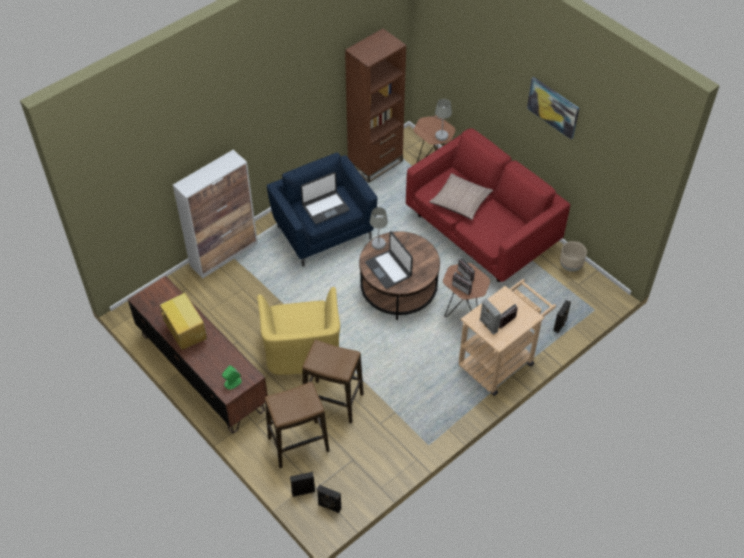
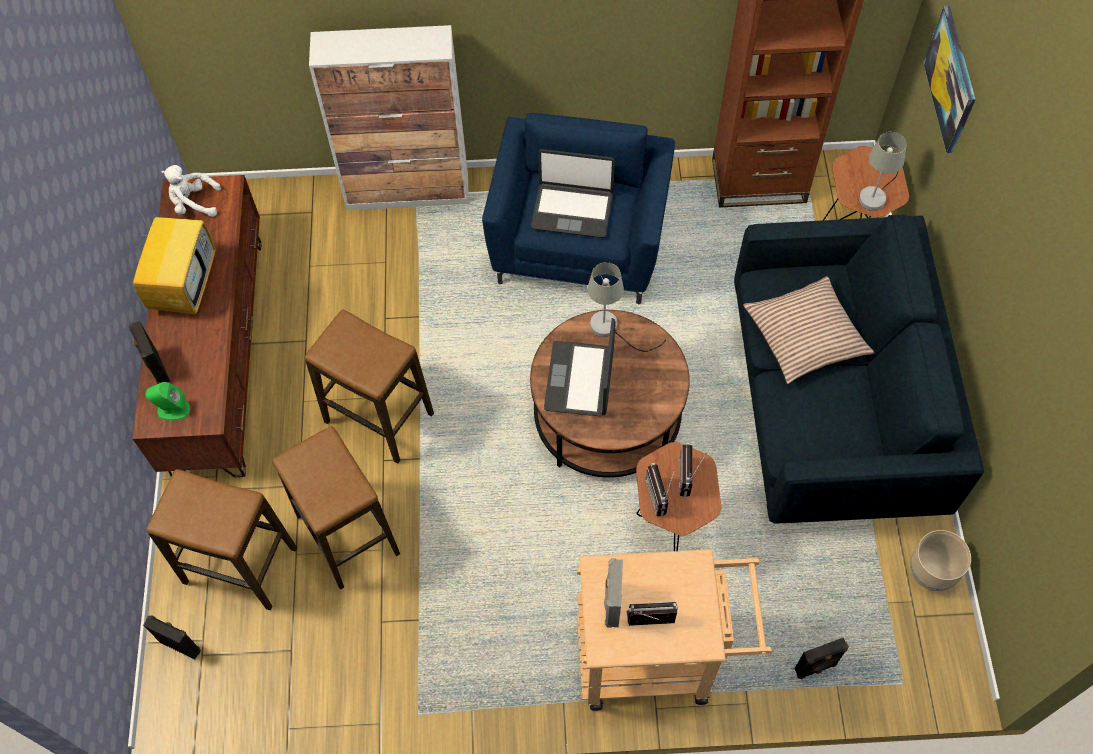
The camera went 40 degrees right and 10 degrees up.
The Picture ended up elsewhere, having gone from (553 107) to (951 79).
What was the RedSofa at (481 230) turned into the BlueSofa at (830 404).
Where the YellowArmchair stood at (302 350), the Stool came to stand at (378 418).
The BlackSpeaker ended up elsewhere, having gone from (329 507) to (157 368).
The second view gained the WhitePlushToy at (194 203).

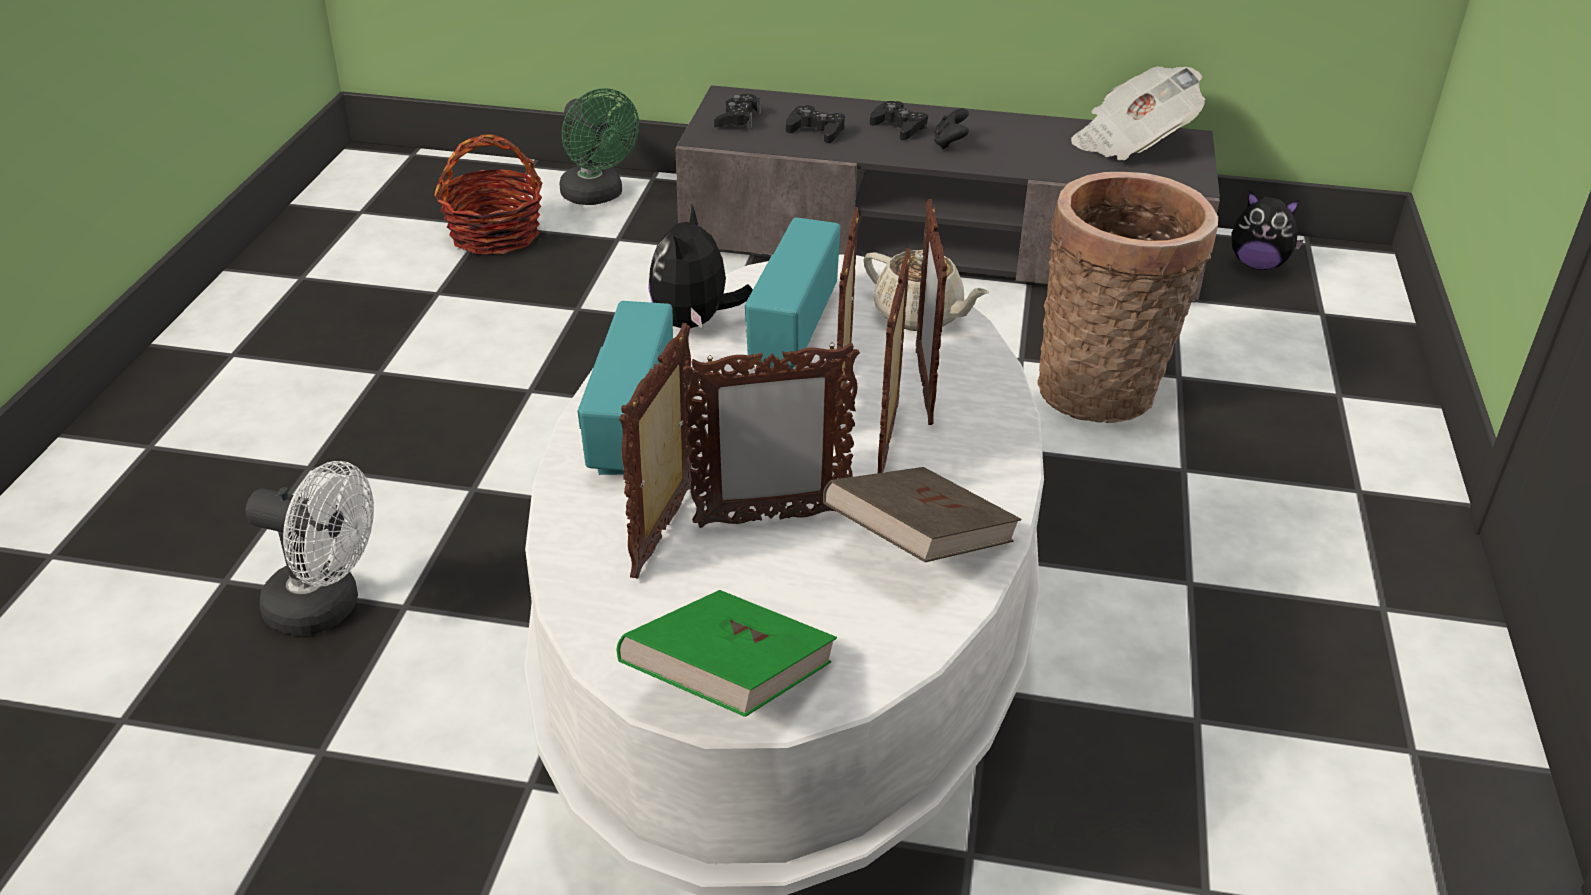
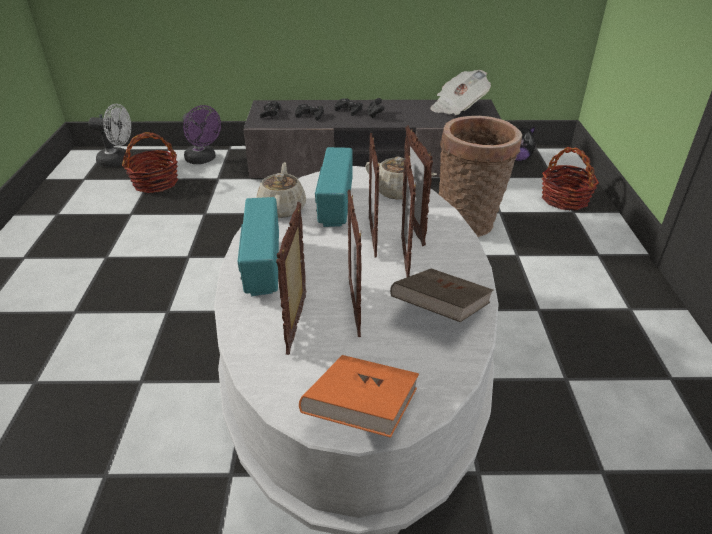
The camera went 10 degrees left and 0 degrees up.
What was the GreenFan at (597 196) turned into the PurpleFan at (203 160).
Where the PlushToy stood at (694 323), the BeigeTeapot came to stand at (282 208).
The PictureFrame at (770 519) ended up facing another way, 105 degrees clockwise from before.
The WhiteFan ended up elsewhere, having gone from (326 608) to (118 161).
What was the GreenBook at (729 684) turned into the OrangeBook at (362 411).
The second view gained the Basket at (564 199).

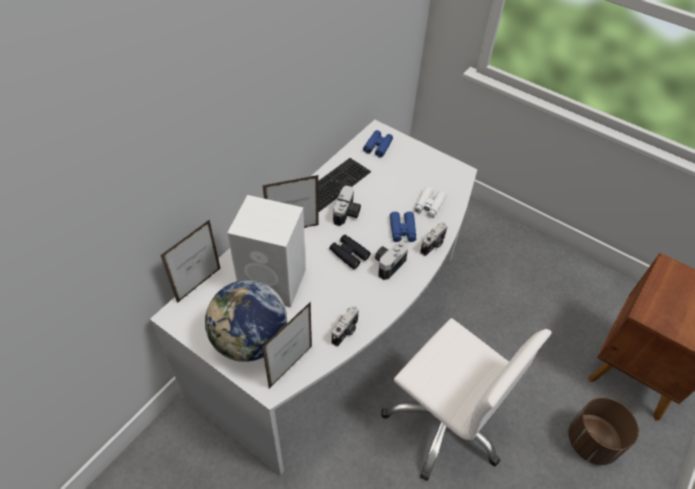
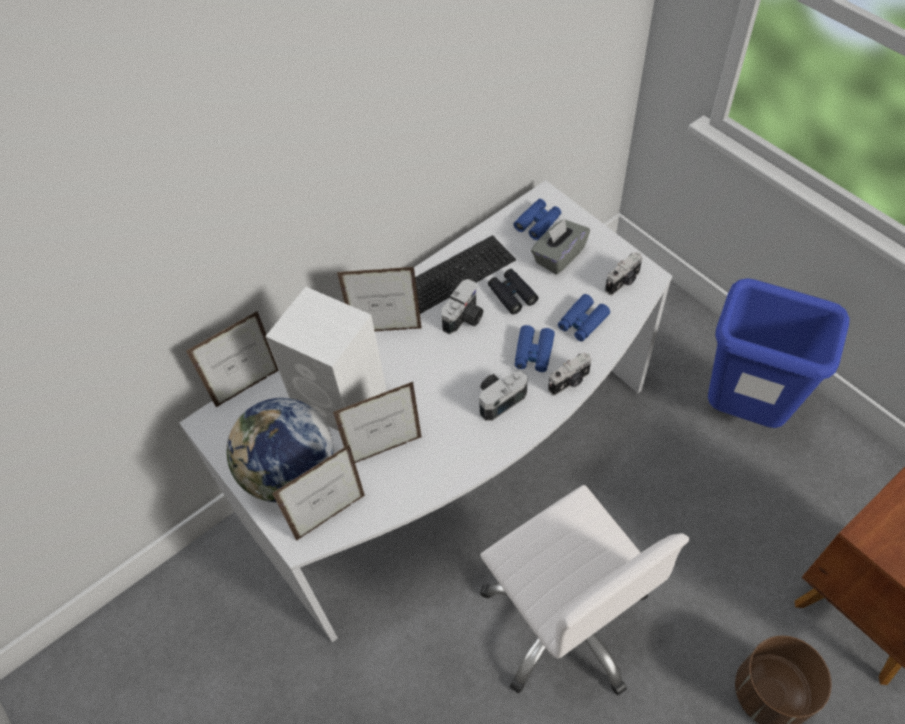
The camera went 20 degrees right and 5 degrees up.
What was the WhiteBinoculars at (429 206) turned into the BlueBinoculars at (582 322).
The BlackBinoculars ended up elsewhere, having gone from (349 254) to (512 295).
The PhotoCamera ended up elsewhere, having gone from (346 332) to (623 282).
The second view gained the GreyTissueBox at (558 256).
The second view gained the BlueTrashCan at (743 412).
The second view gained the PictureFrame at (386 451).

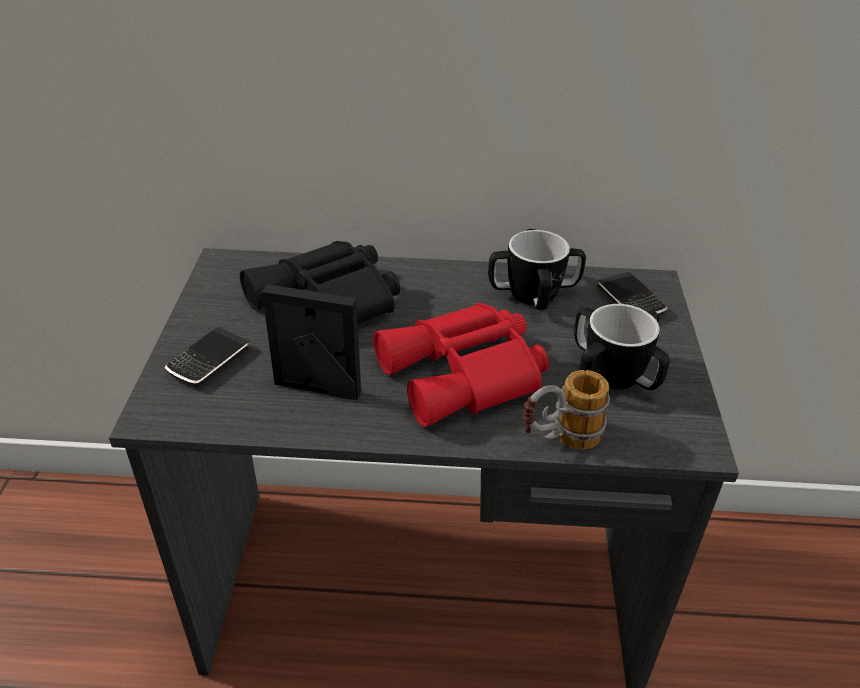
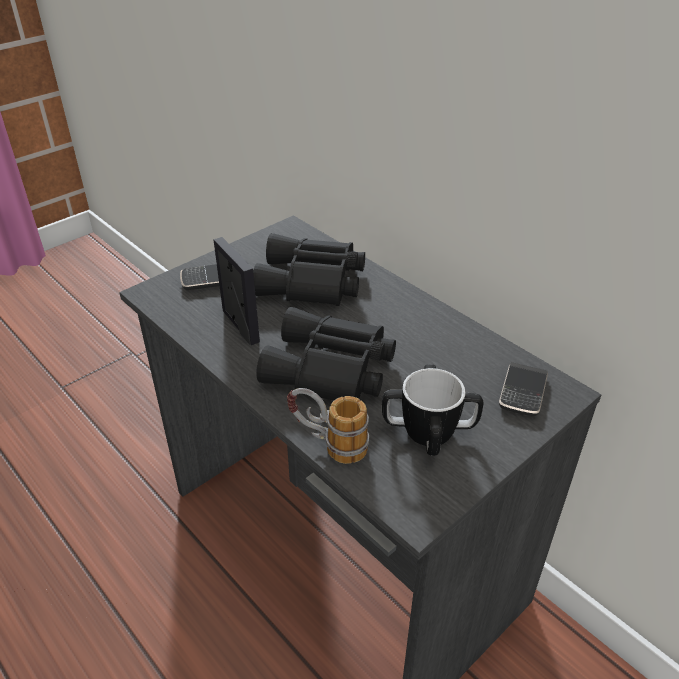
The camera went 45 degrees right and 0 degrees up.
The second view lost the Mug at (533 294).
What was the RedBinoculars at (466 375) turned into the BlackBinoculars at (331 370).

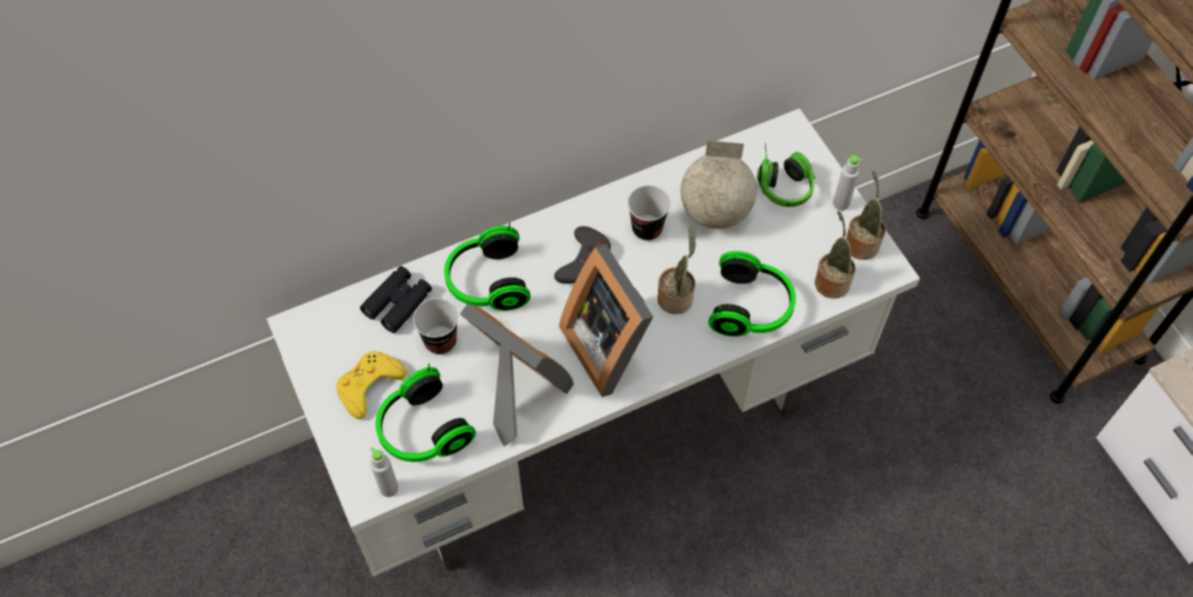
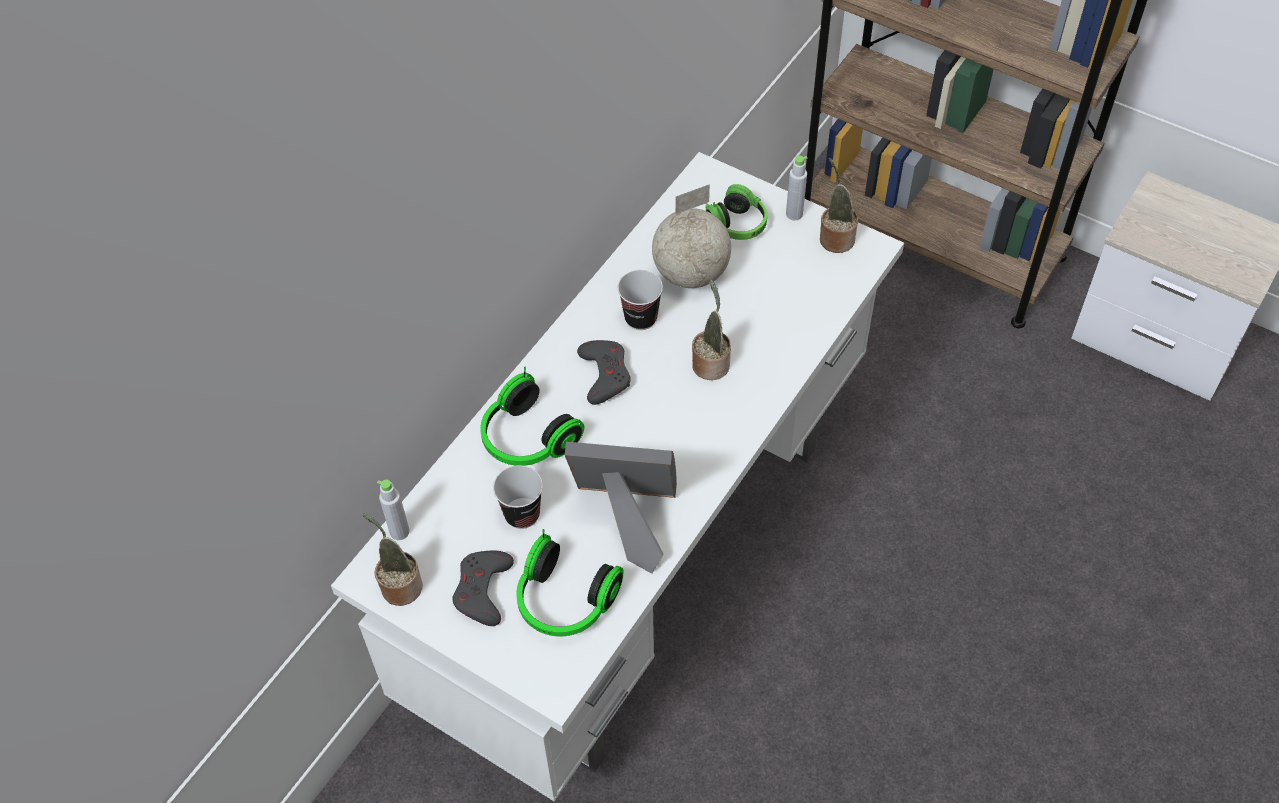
The camera went 30 degrees left and 5 degrees down.
The PottedPlant ended up elsewhere, having gone from (831 281) to (399 585).
The second view lost the PictureFrame at (611 344).
The second view lost the Headphones at (752 307).
The second view lost the BlackBinoculars at (398 303).
What was the YellowGameController at (369 385) turned into the GreyGameController at (483 590).
The GreyBottle ended up elsewhere, having gone from (389 488) to (399 531).

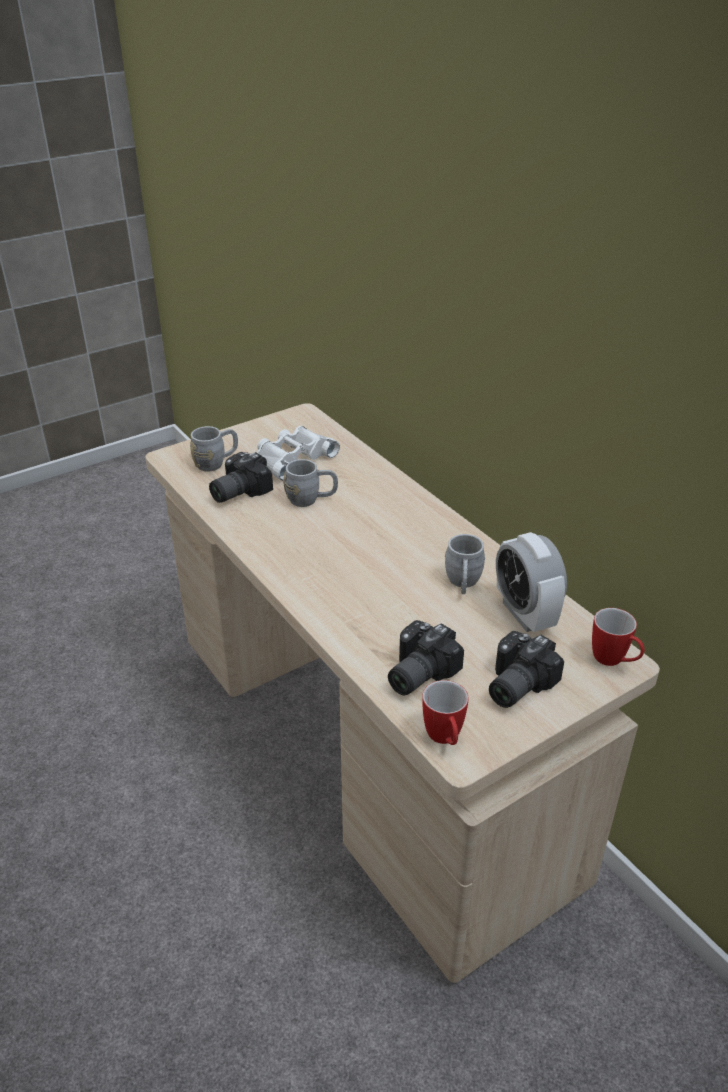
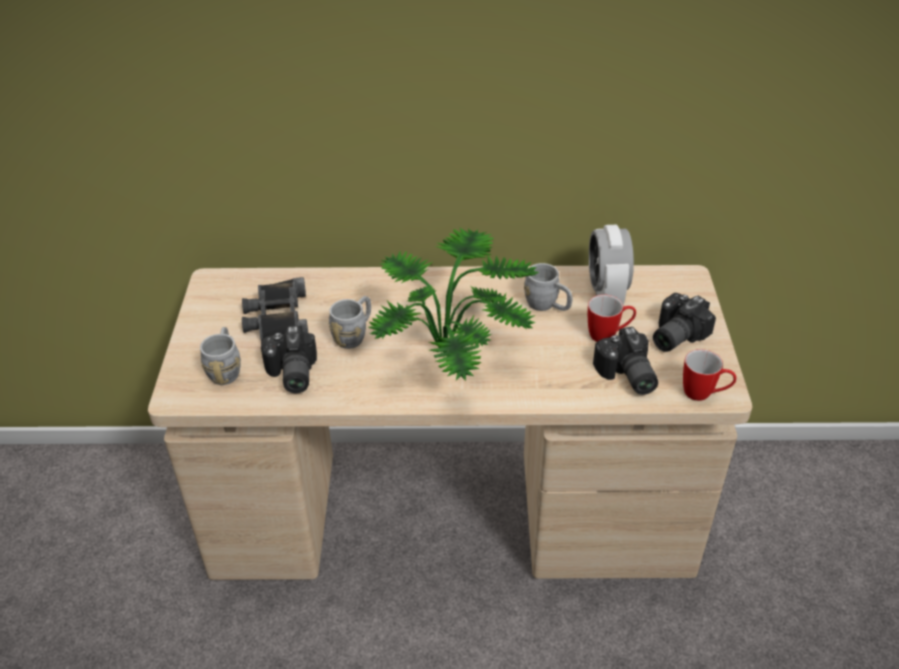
The camera went 55 degrees left and 5 degrees up.
What was the WhiteBinoculars at (292 458) turned into the BlackBinoculars at (277 318).
The AlarmClock at (525 614) ended up facing another way, 75 degrees clockwise from before.
The Mug ended up elsewhere, having gone from (614 661) to (608 335).
The PhotoCamera at (514 684) ended up facing another way, 60 degrees clockwise from before.
The second view gained the PottedPlant at (454 352).

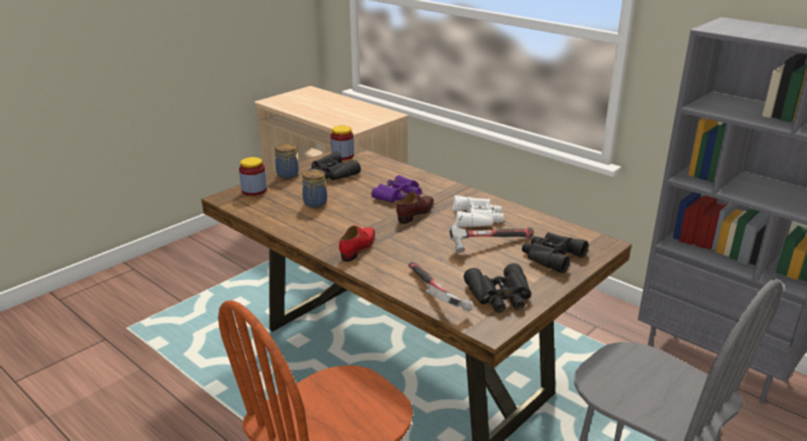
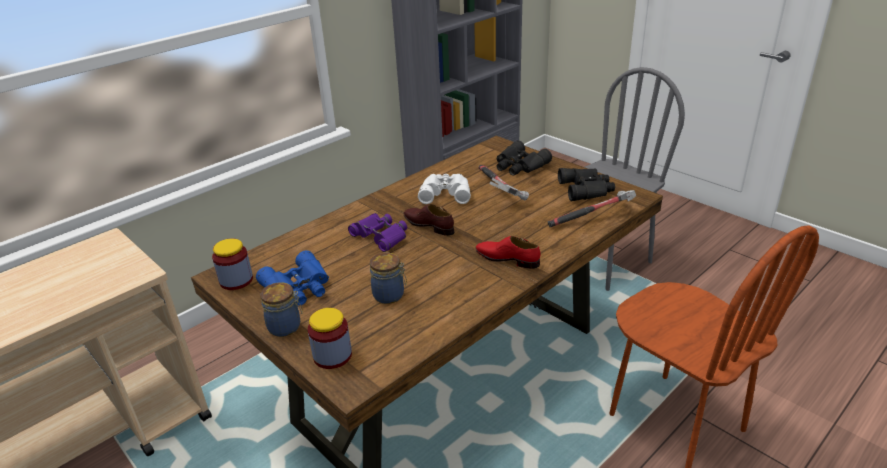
The camera went 85 degrees left and 5 degrees up.
What was the BlackBinoculars at (331 174) turned into the BlueBinoculars at (299 287).

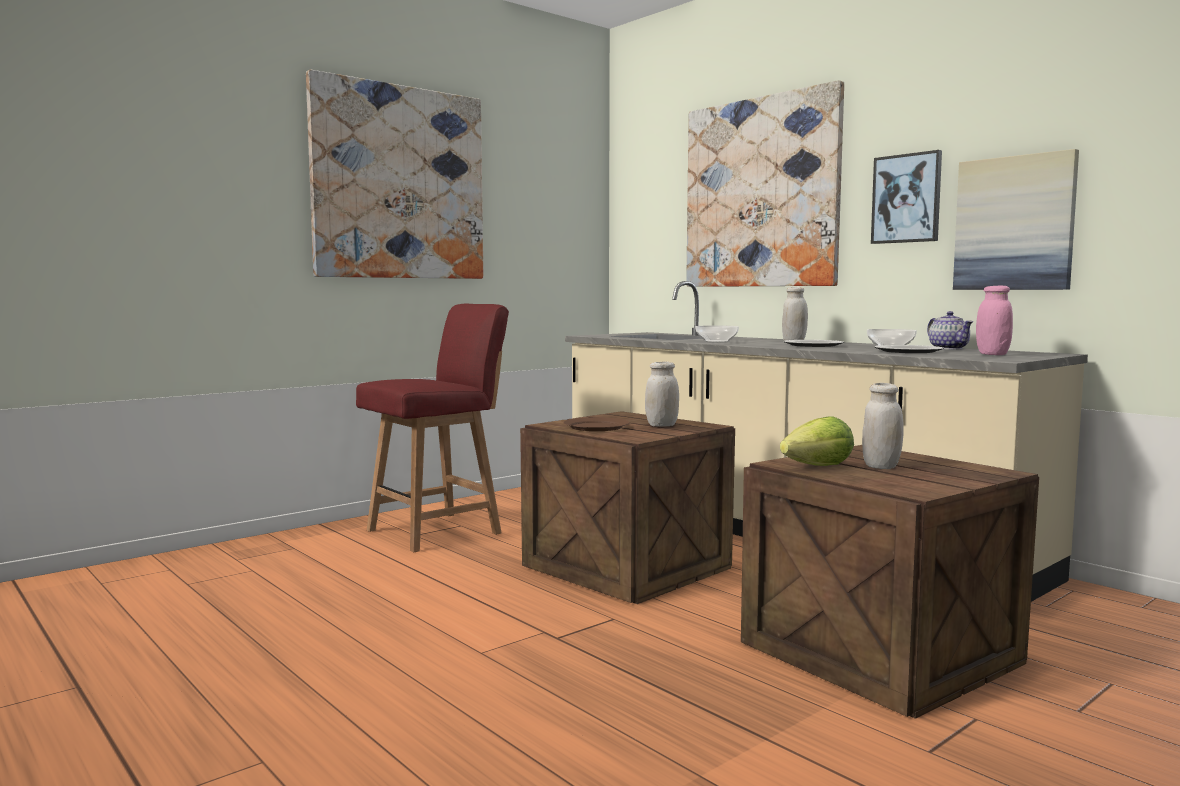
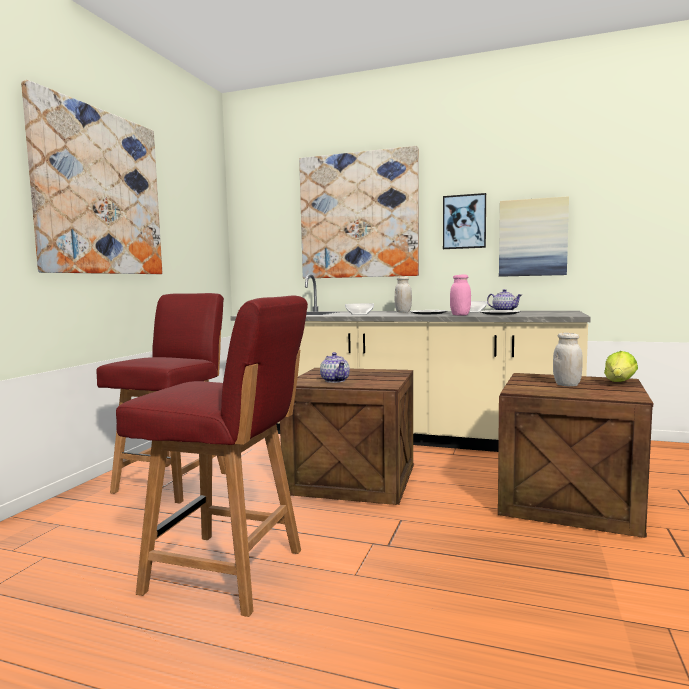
The camera went 30 degrees left and 0 degrees up.
The PinkJar ended up elsewhere, having gone from (992 354) to (460 315).
The second view lost the WhiteJar at (662 425).
Where the BrownPlate stood at (597 427), the Teapot came to stand at (335 380).
The Lettuce ended up elsewhere, having gone from (818 467) to (619 382).
The second view gained the RedChair at (228 572).

